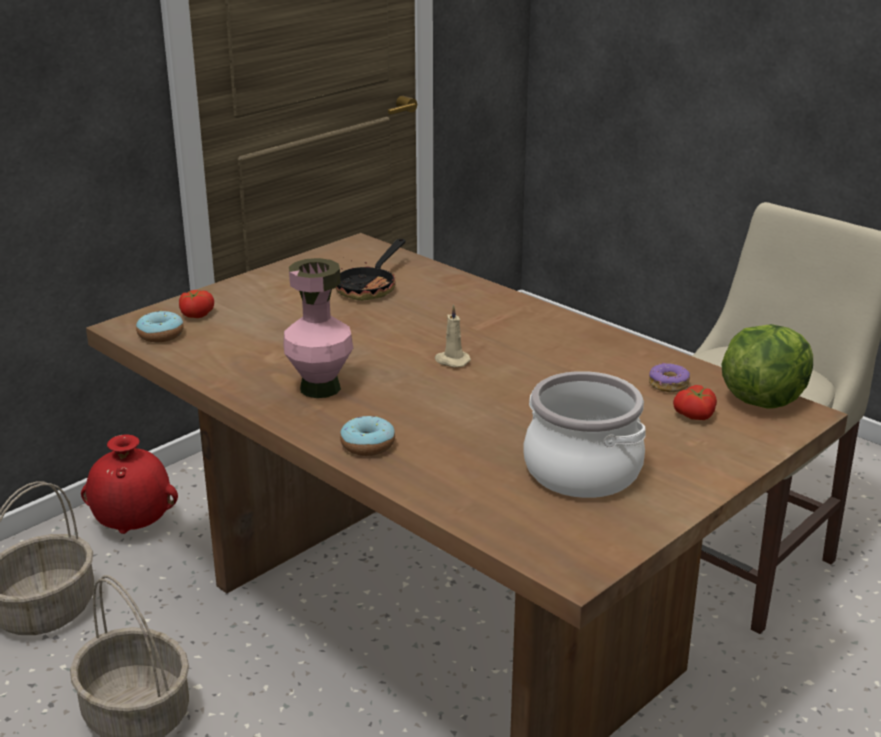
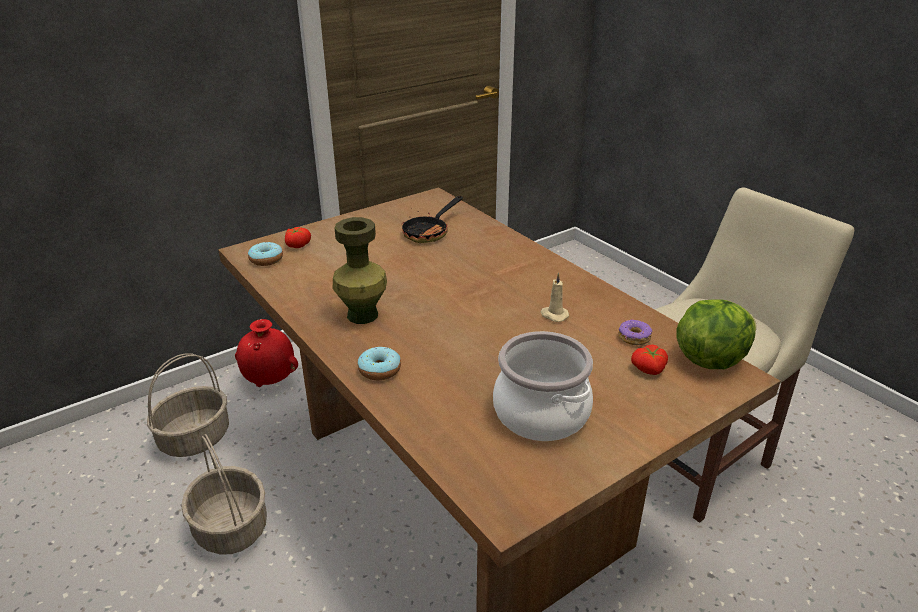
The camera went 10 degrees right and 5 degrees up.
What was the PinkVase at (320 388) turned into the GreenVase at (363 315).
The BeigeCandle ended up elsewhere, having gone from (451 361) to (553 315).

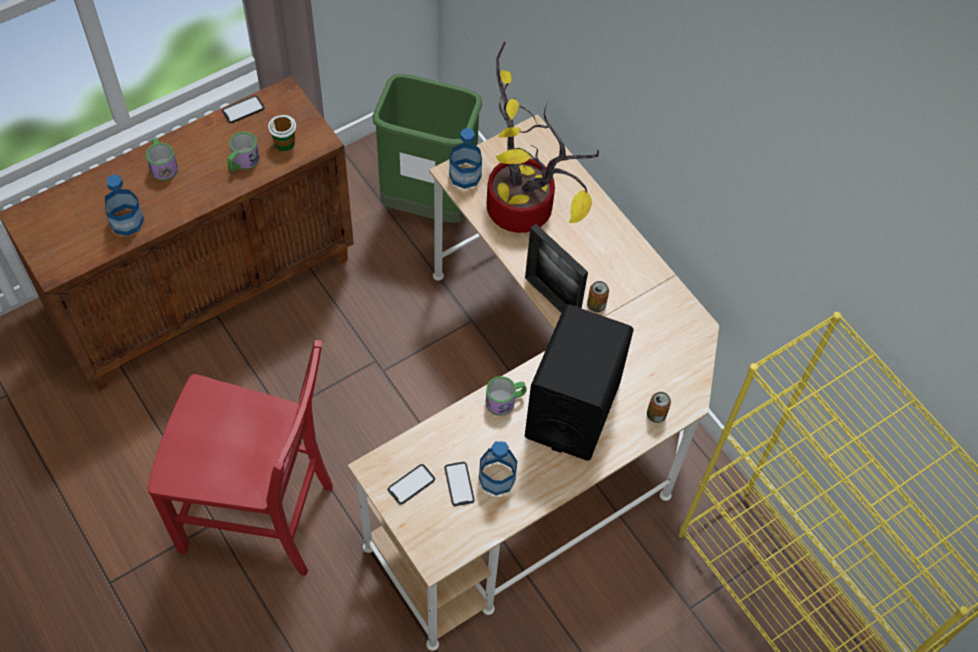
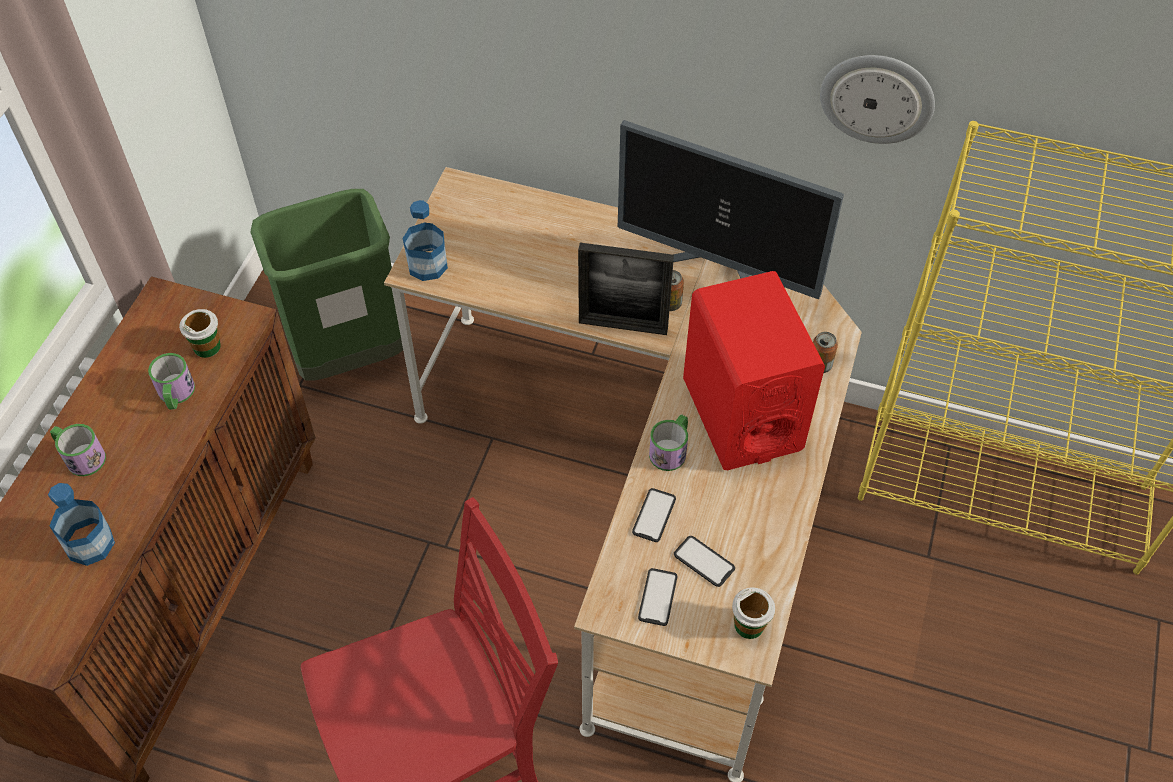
The camera went 35 degrees left and 5 degrees down.
The second view lost the PottedPlant at (525 209).
The Phone ended up elsewhere, having gone from (243 110) to (654 515).
What was the BlackSpeaker at (572 410) turned into the RedSpeaker at (741 414).
The second view lost the Bottle at (497 478).
The second view gained the WallClock at (877 97).
The second view gained the Monitor at (717 274).
The second view gained the Cup at (749 625).

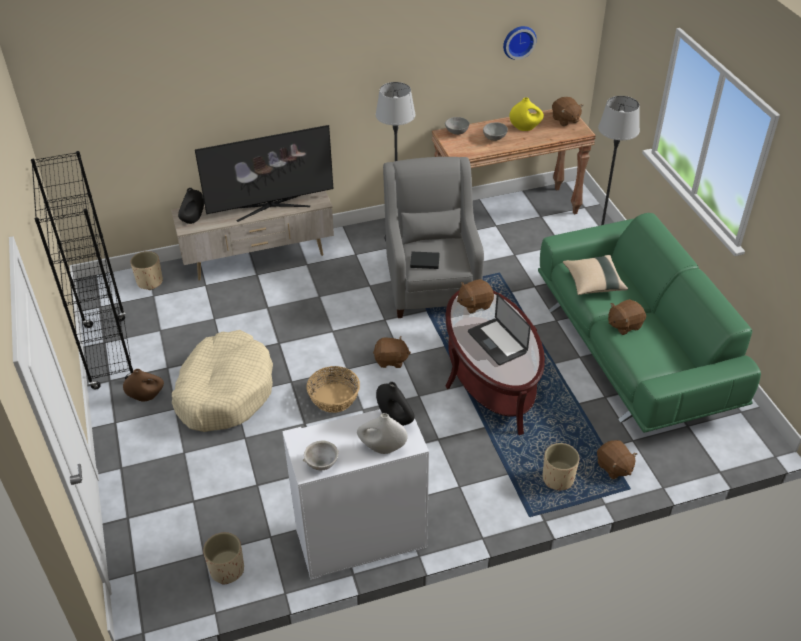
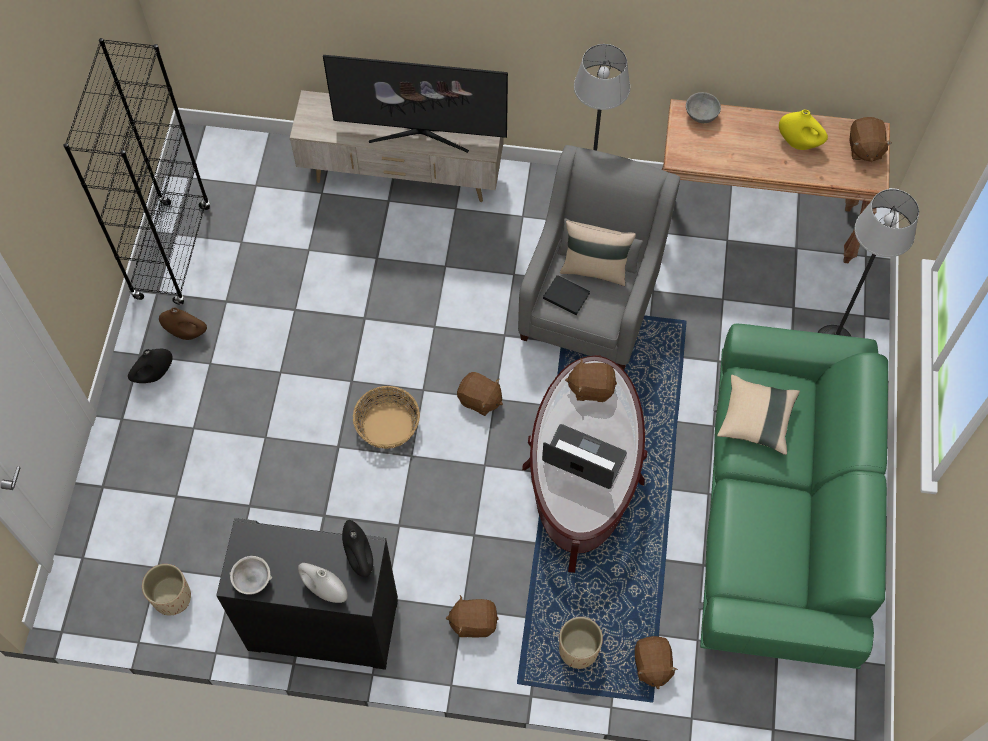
The camera went 25 degrees right and 20 degrees up.
The second view lost the WallClock at (518 41).
The second view lost the GreyBowl at (495 138).
The BlackVase ended up elsewhere, having gone from (193 219) to (154 375).
The second view lost the BeigePlanter at (150 282).
The Laptop at (497 342) ended up facing another way, 120 degrees clockwise from before.
The BrownPlushToy ended up elsewhere, having gone from (624 325) to (473 622).
The second view lost the BeigeDogBed at (224 391).
What was the WhiteCabinet at (360 539) turned into the BlackCabinet at (322 625).
The second view gained the BeigePillow at (594 269).

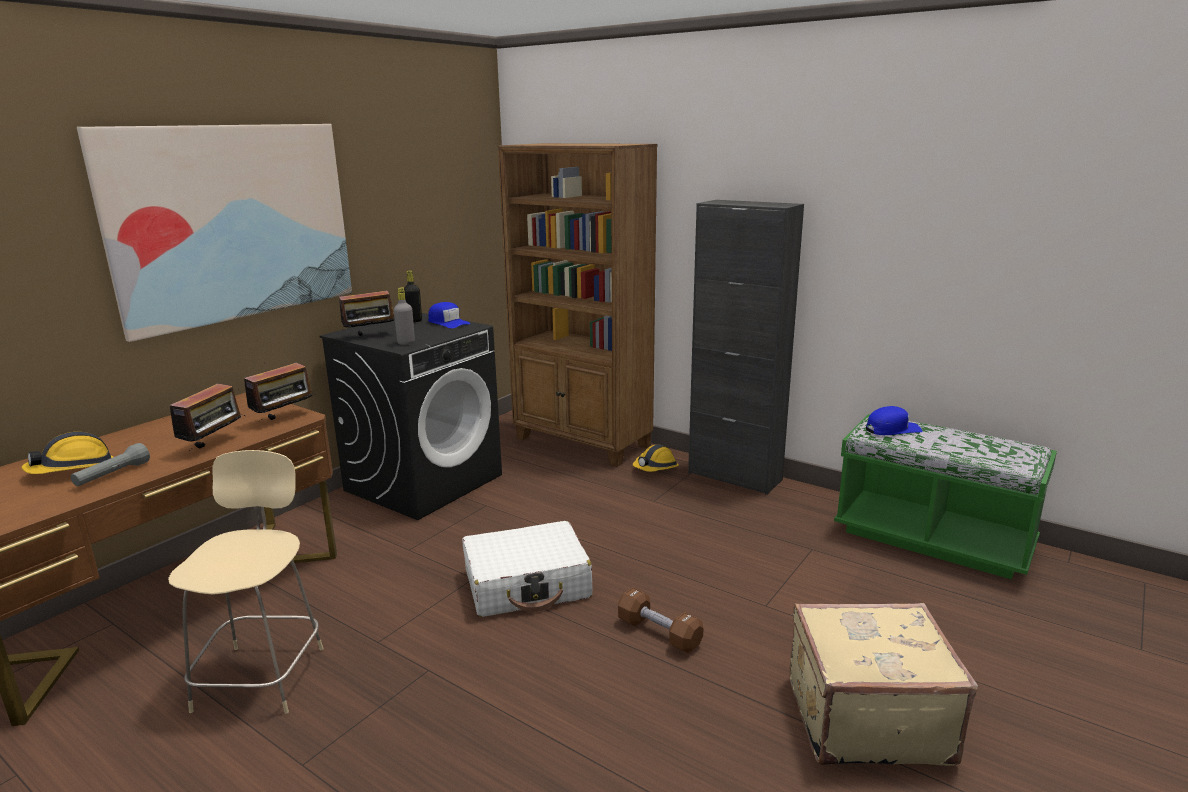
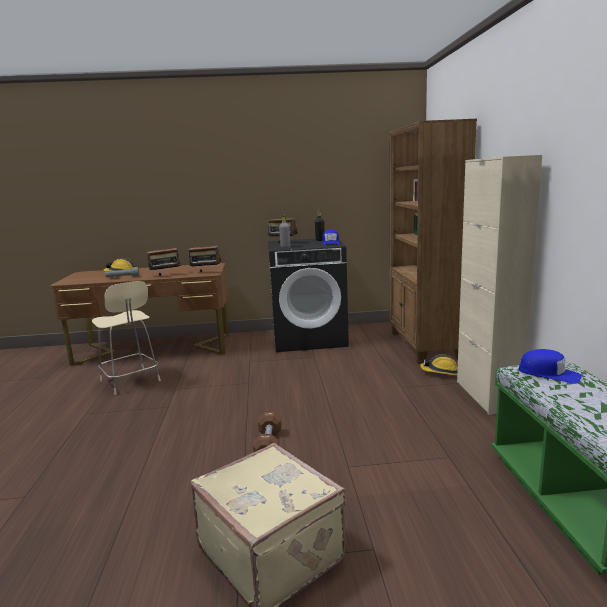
The camera went 50 degrees right and 5 degrees down.
The second view lost the Picture at (234 223).
What was the BlackCabinet at (734 476) turned into the BeigeCabinet at (487 396).
The BeigeChair at (262 675) ended up facing another way, 90 degrees clockwise from before.
The second view lost the WhiteSuitcase at (527 584).

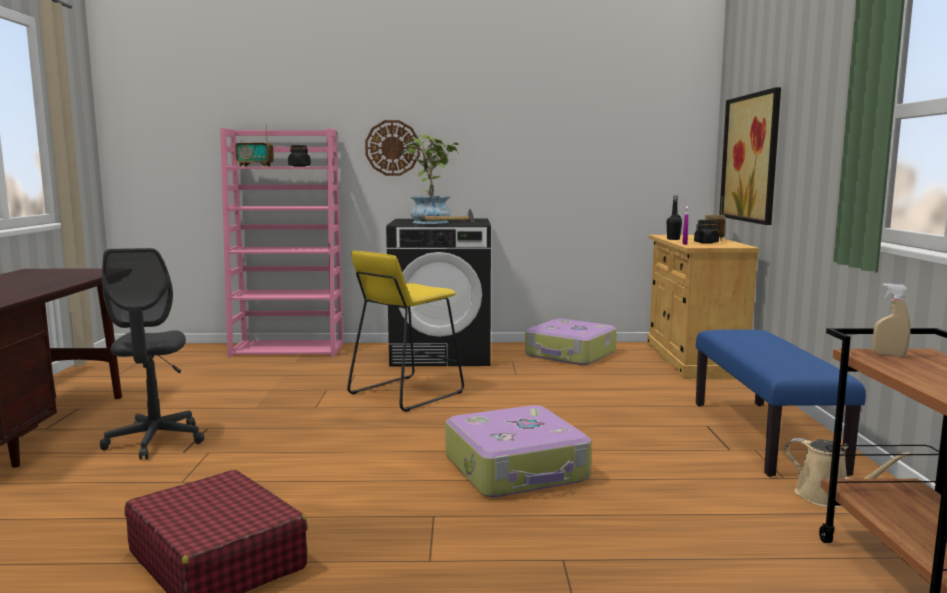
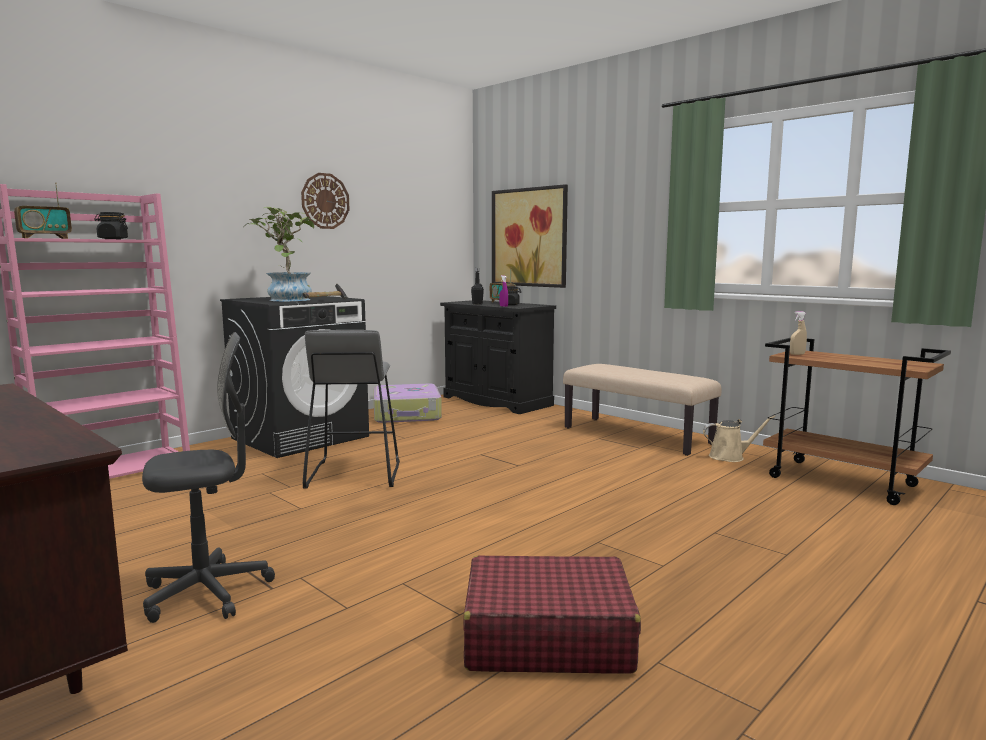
The camera went 45 degrees left and 0 degrees up.
The WallClock ended up elsewhere, having gone from (392 148) to (325 201).
What was the BeigeCabinet at (693 360) turned into the BlackCabinet at (496 401).
The GreyOfficeChair at (155 441) ended up facing another way, 60 degrees counterclockwise from before.
What was the YellowStool at (406 393) turned into the GreyStool at (353 474).
What was the BlueBench at (765 436) turned into the BeigeBench at (637 435).
The second view lost the Suitcase at (517 469).

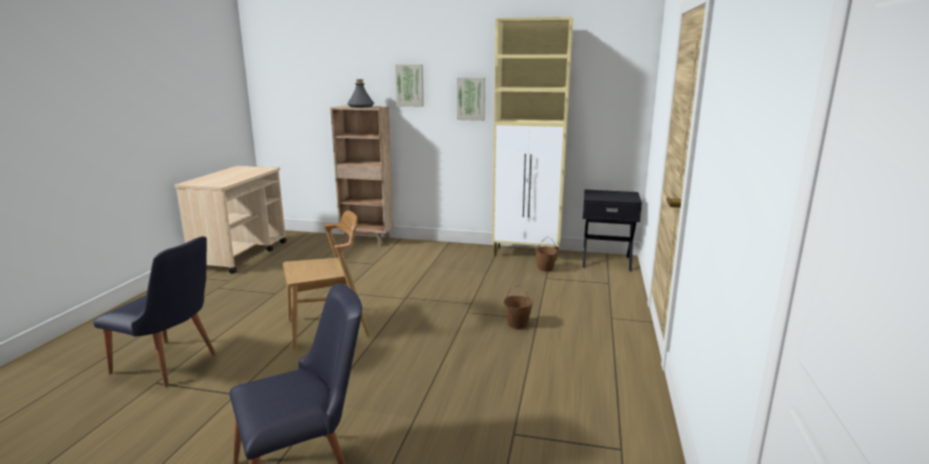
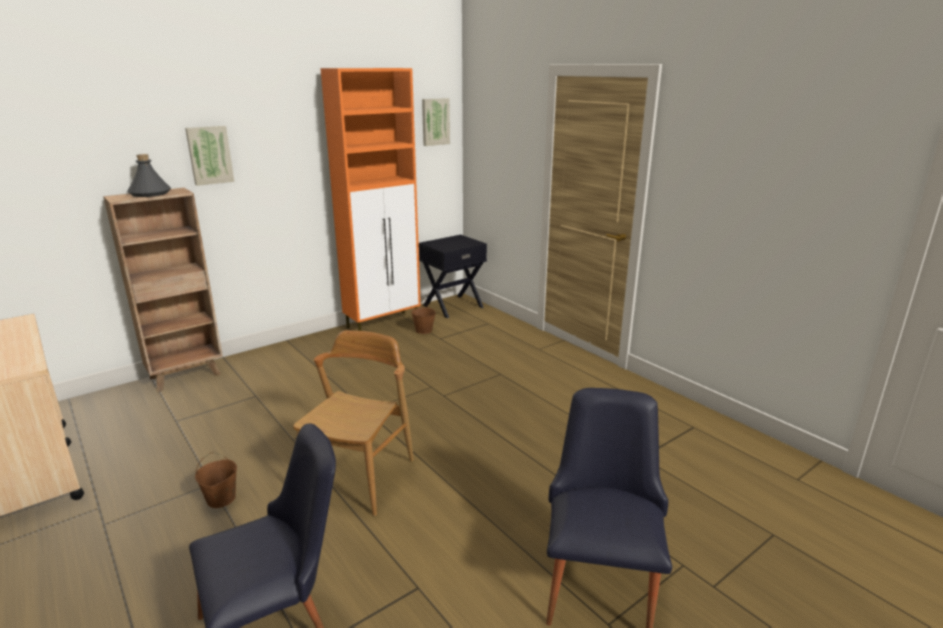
The camera went 50 degrees left and 5 degrees up.
What was the BeigeCabinet at (527 254) turned into the OrangeCabinet at (383 323).
The Picture ended up elsewhere, having gone from (471 99) to (435 121).
The BrownBucket ended up elsewhere, having gone from (517 324) to (221 499).

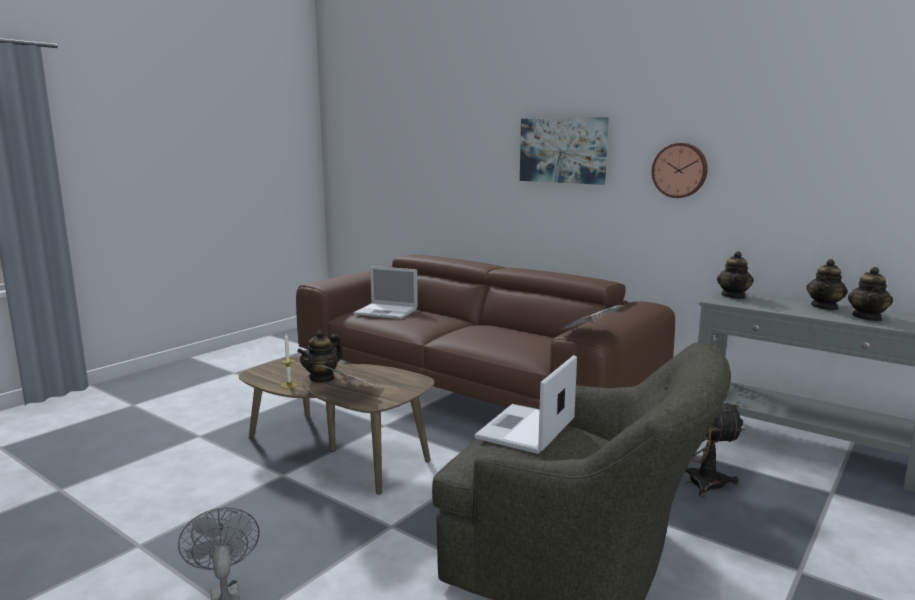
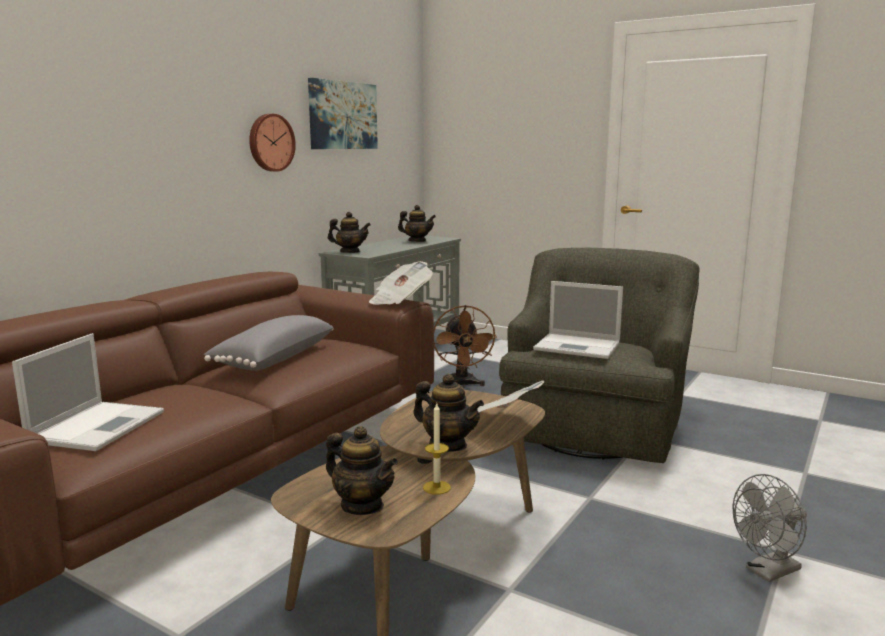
The camera went 95 degrees left and 0 degrees up.
The Picture ended up elsewhere, having gone from (563 150) to (342 115).
The Teapot ended up elsewhere, having gone from (824 307) to (362 505).
The second view gained the GreyPillow at (273 359).

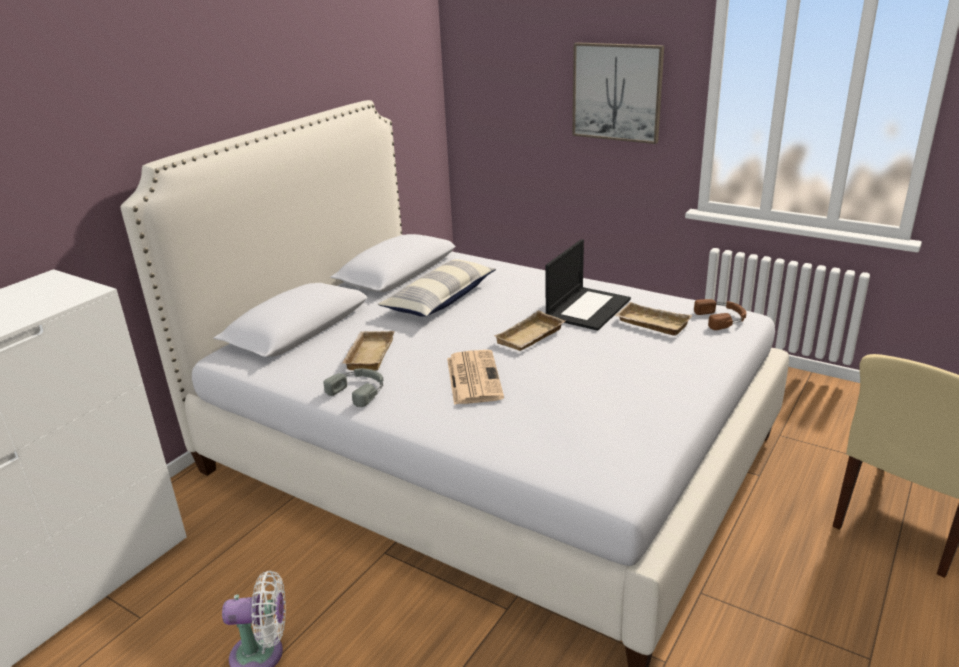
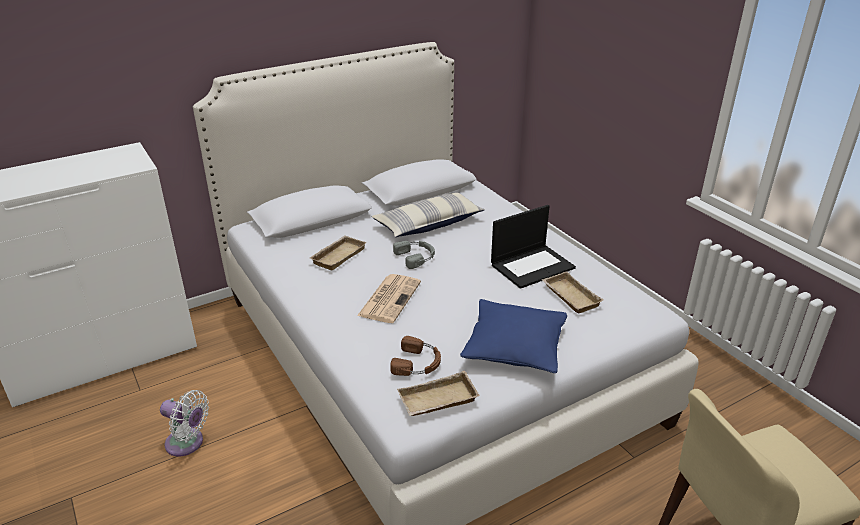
The camera went 25 degrees right and 5 degrees up.
The second view lost the Picture at (617 92).
The BrownHeadphones ended up elsewhere, having gone from (722 318) to (418 363).
The BeigeTray ended up elsewhere, having gone from (531 337) to (437 401).
The GreyHeadphones ended up elsewhere, having gone from (359 390) to (416 256).
The second view gained the BluePillow at (514 347).

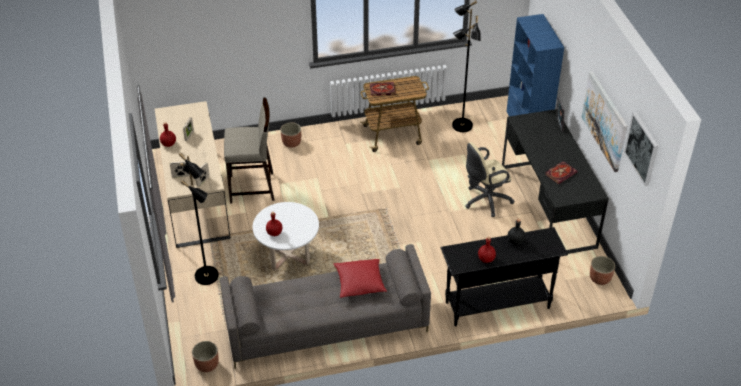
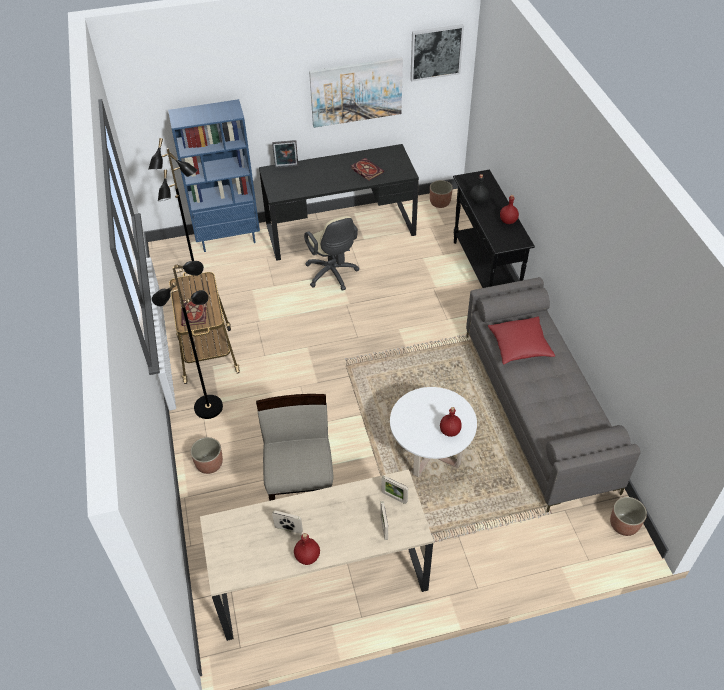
The camera went 90 degrees left and 5 degrees up.
The BlackFloorLamp ended up elsewhere, having gone from (207 276) to (208 406).

